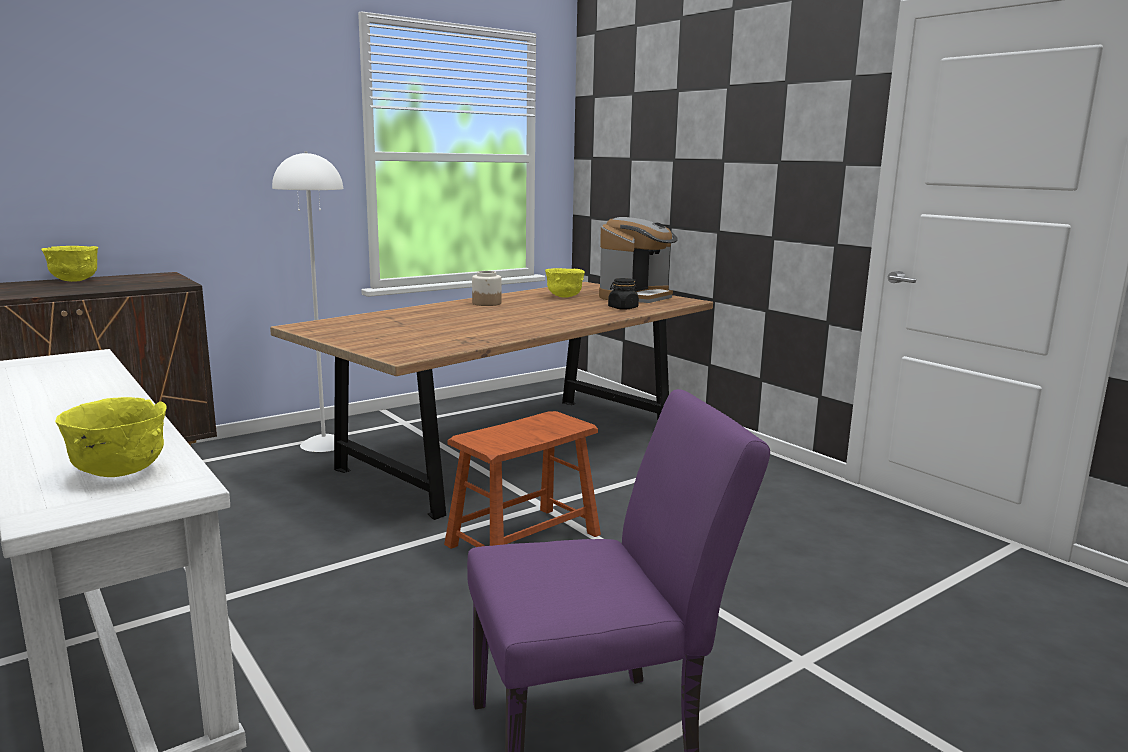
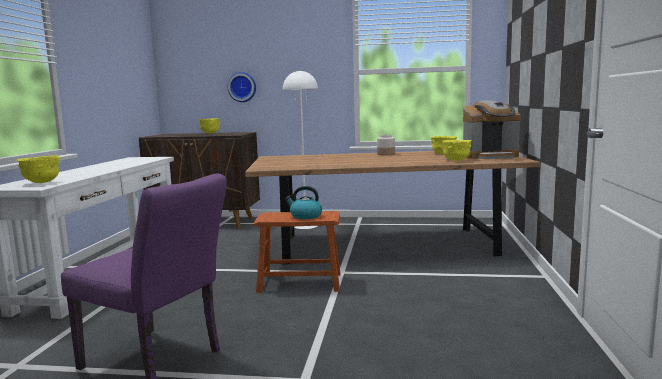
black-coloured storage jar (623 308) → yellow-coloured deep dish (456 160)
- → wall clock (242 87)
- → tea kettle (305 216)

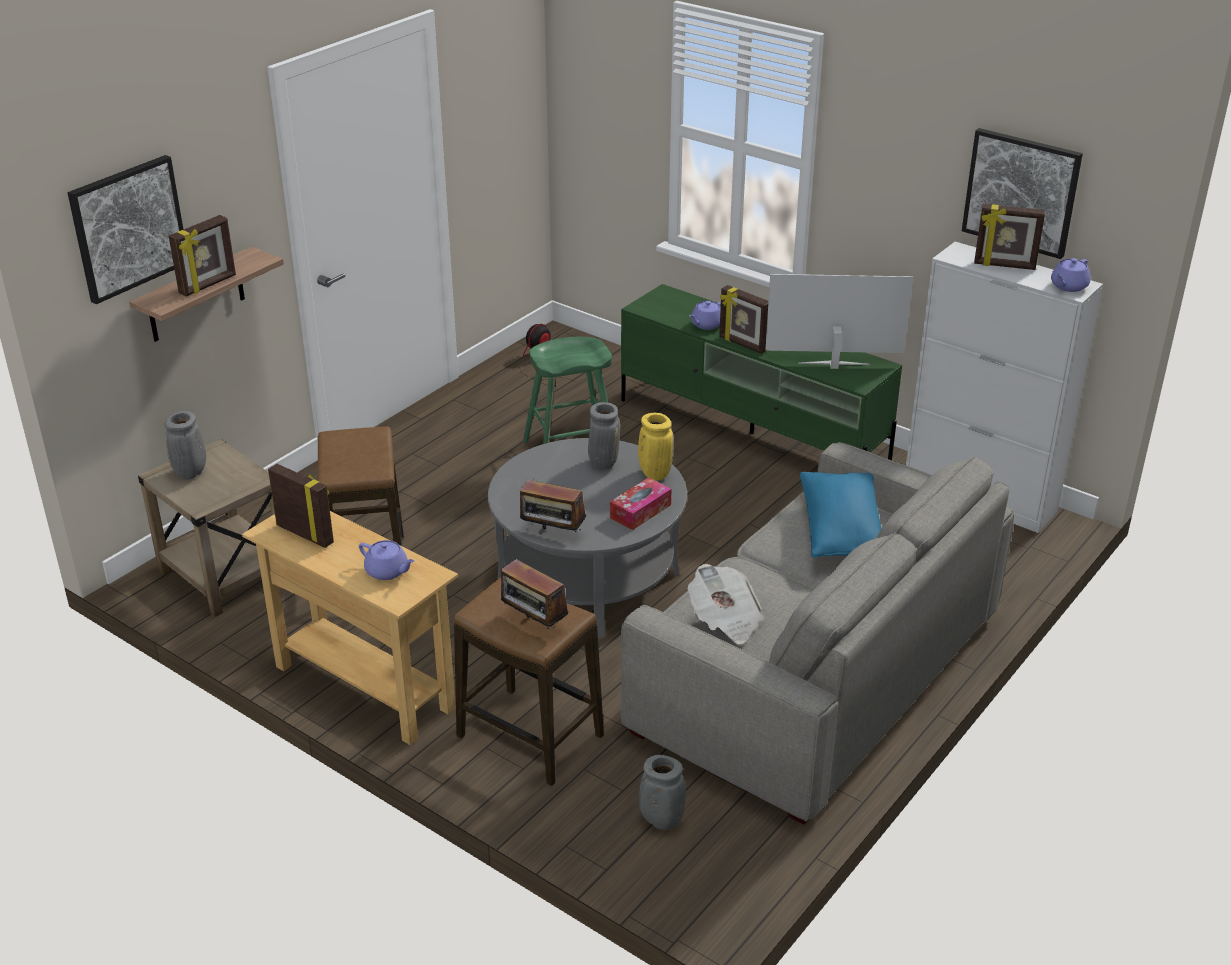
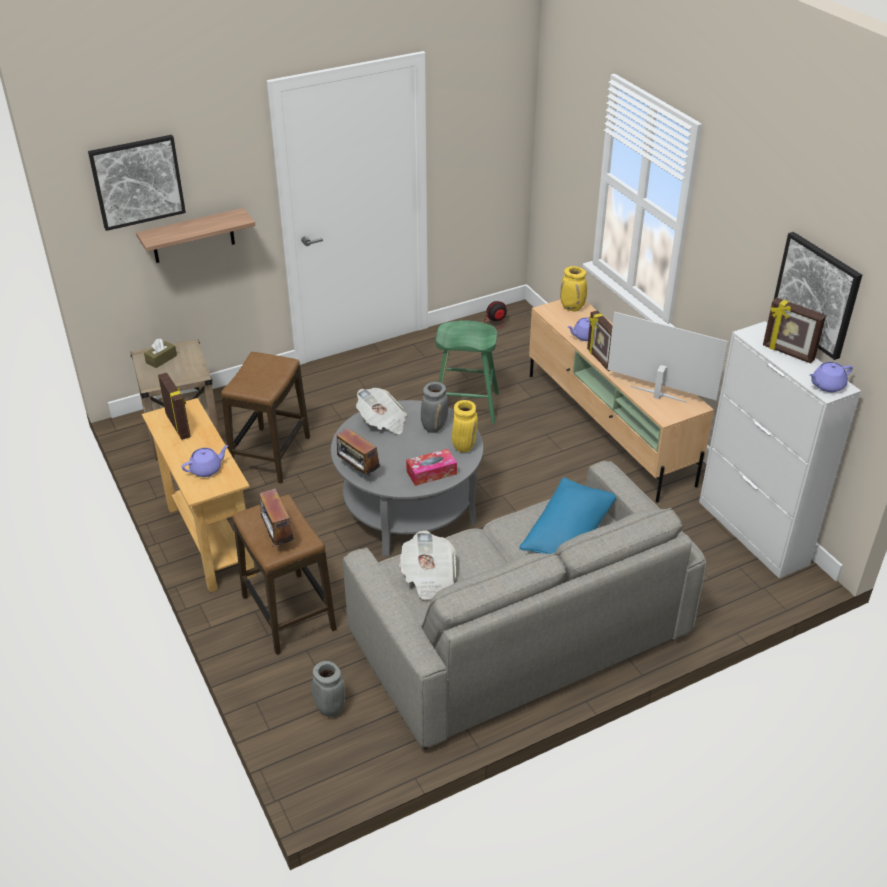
grey vase (191 474) → brown-coloured box of tissues (161 359)
photo frame (208 285) → -
purple-coloured pot for tea (388 571) → purple-coloured pot for tea (207 469), 90 degrees counterclockwise
green-coloured tv unit (752 433) → sand-coloured tv unit (608 429)
- → newspaper (382 422)
- → yellow-coloured vase (572 308)

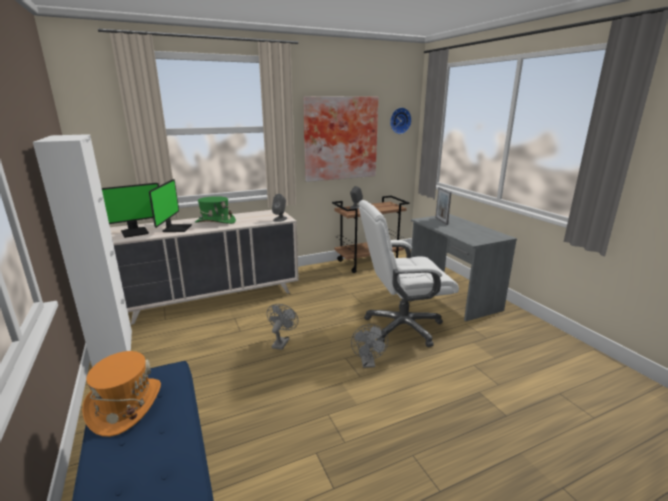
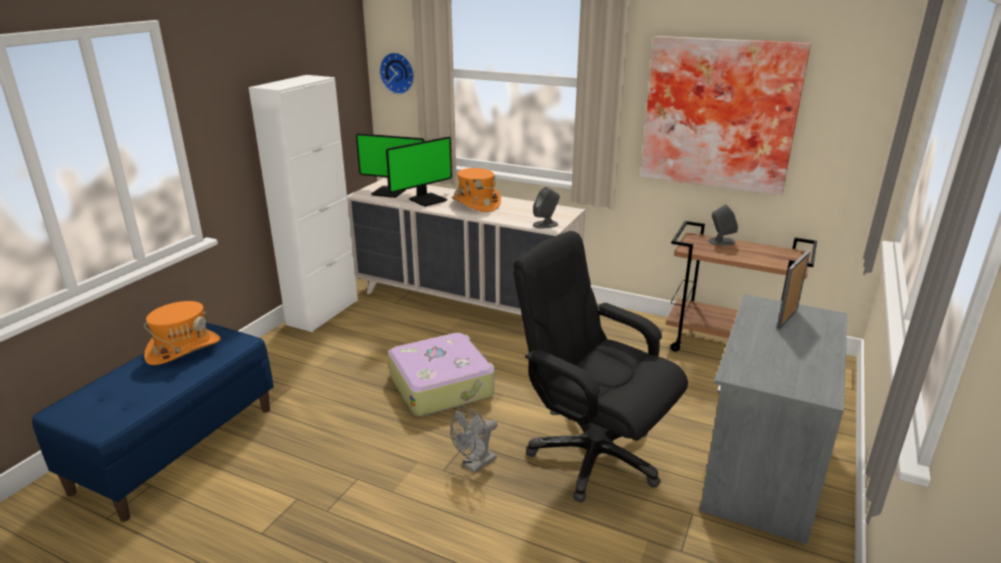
green-coloured clothing hat (215 222) → orange clothing hat (476 204)
grey electric fan (281 342) → travel case (442 385)
white computer chair (402 327) → black-coloured computer chair (593 455)
wall clock (399 120) → wall clock (398 73), moved

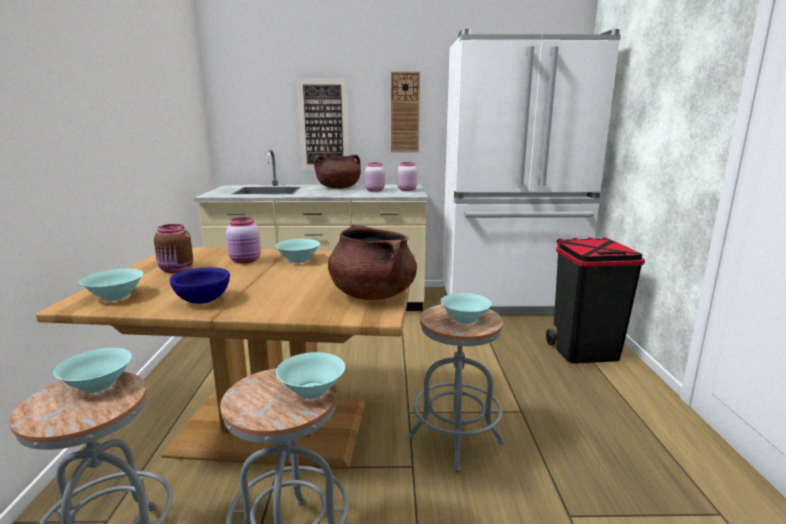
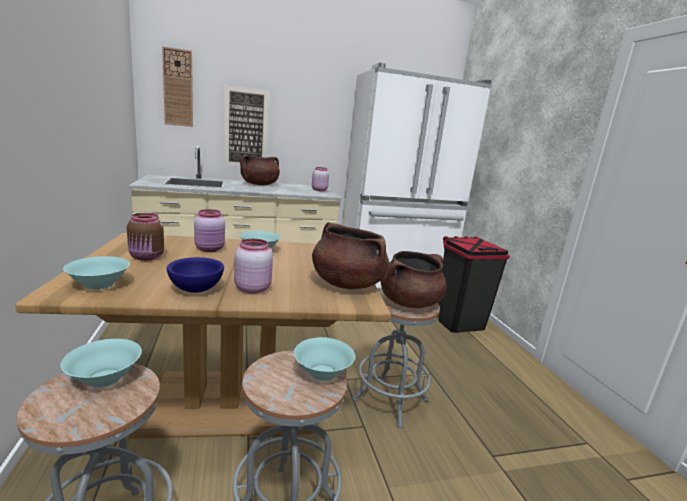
pink storage jar (375 190) → pink storage jar (252 288), moved
wall clock (405 112) → wall clock (178 88), moved
turquoise-coloured deep dish (465 319) → brown-coloured saucepot (409 303)

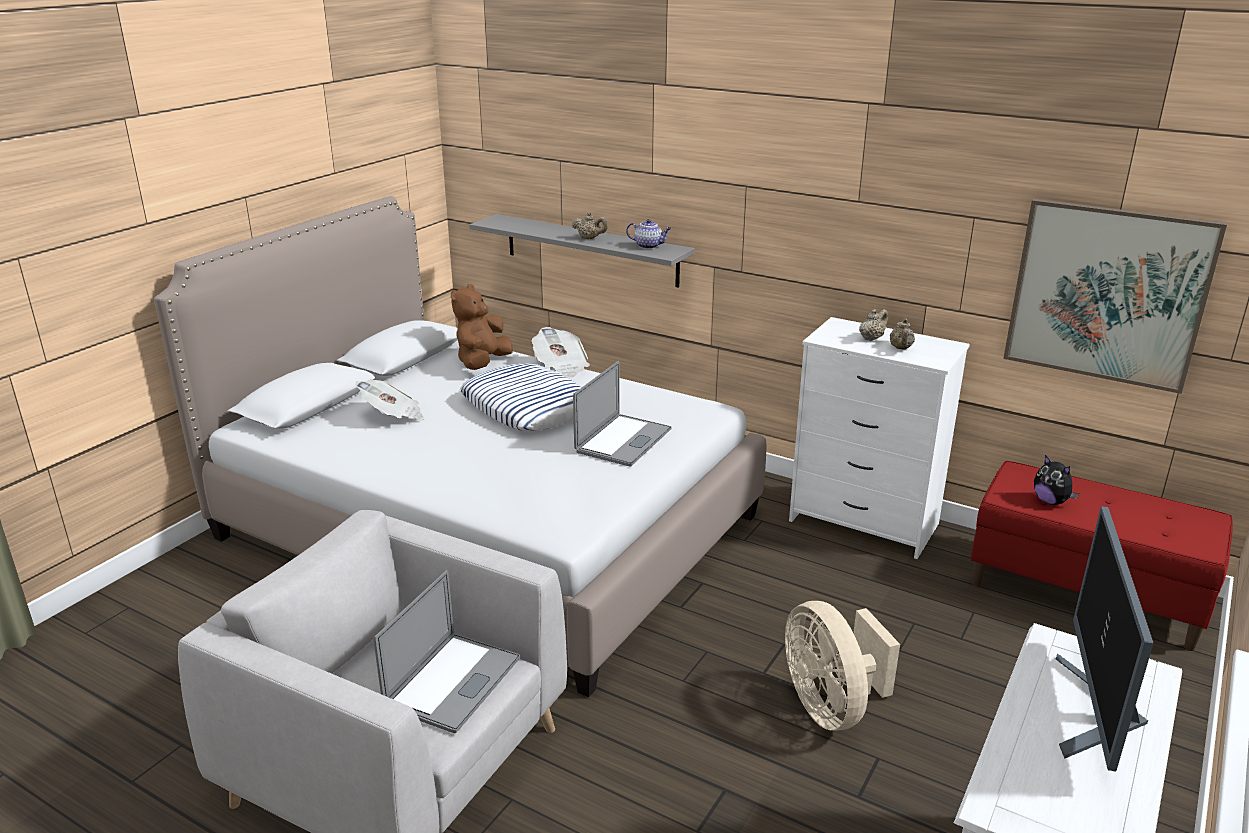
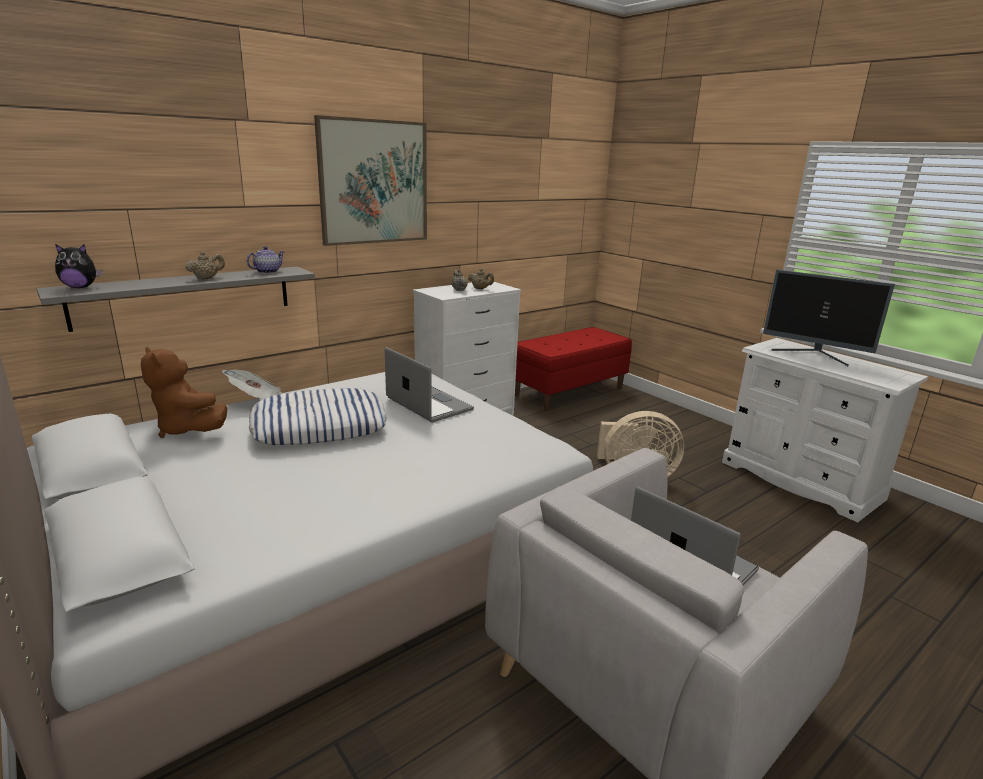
newspaper (393 416) → -
picture (1107 294) → picture (374 182), moved
soft toy (1051 501) → soft toy (80 287), moved

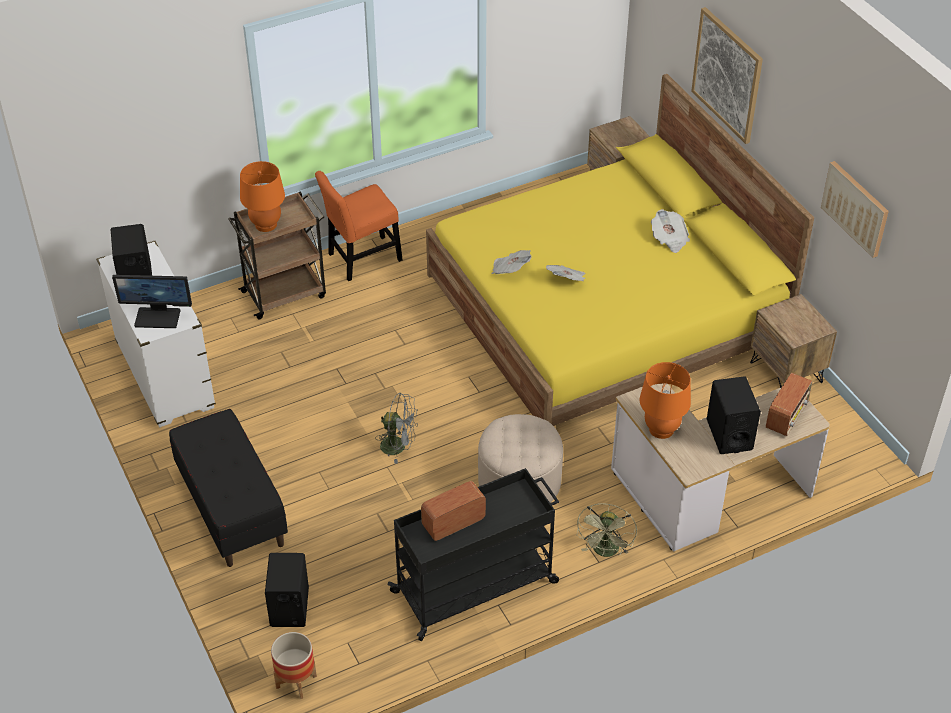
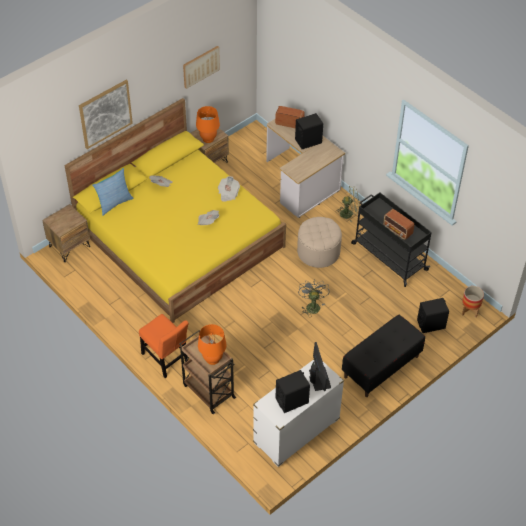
newspaper (510 270) → newspaper (228 193), moved
orange table lamp (661 429) → orange table lamp (208 139), moved
- → pillow (114 203)

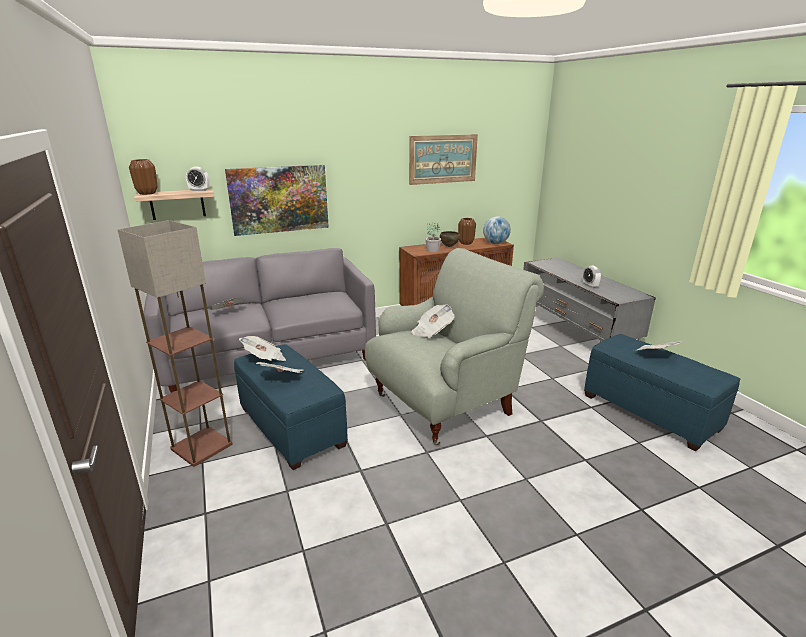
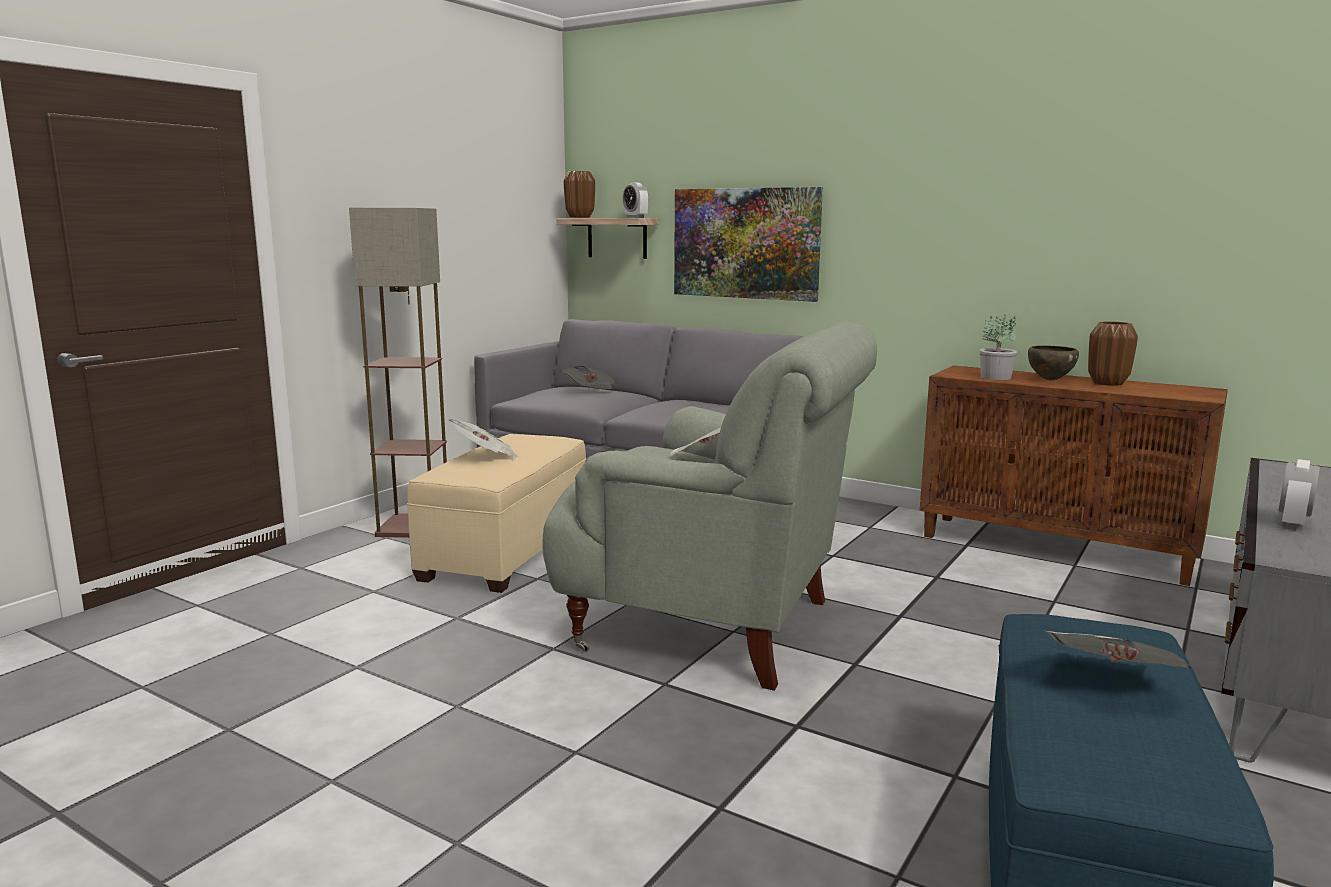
blue ottoman (290 427) → sand-coloured ottoman (506 551)
newspaper (265 359) → -
picture (443 159) → -
globe (495 243) → -

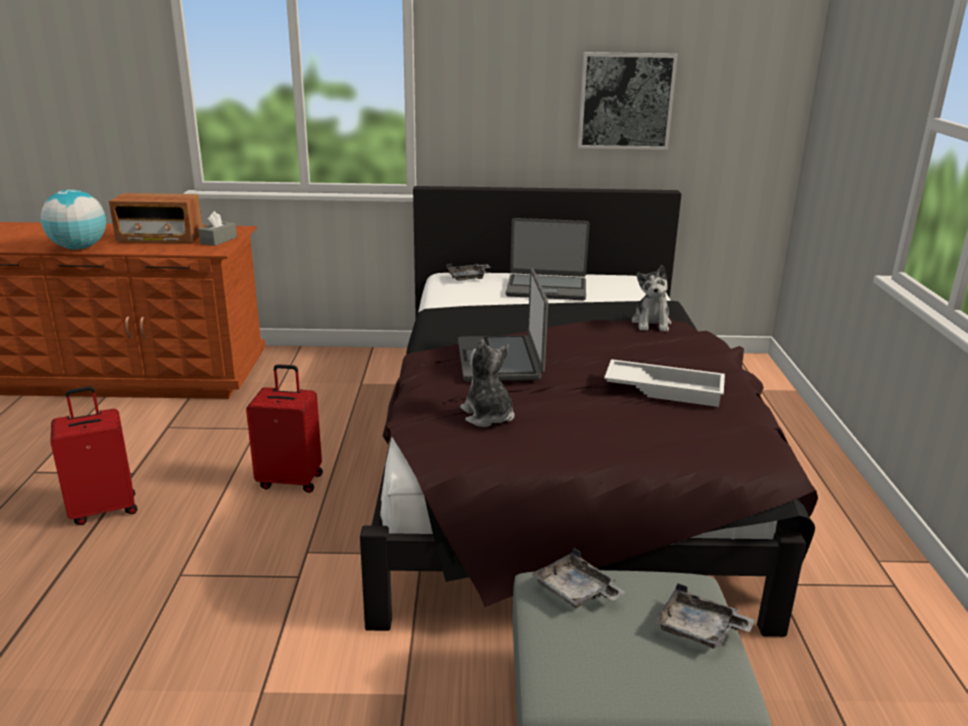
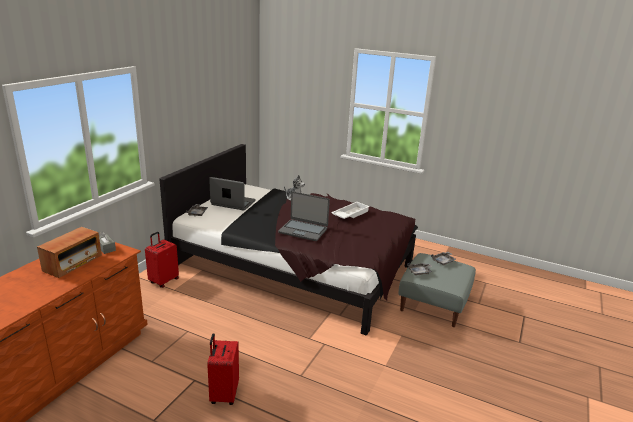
globe (79 248) → -
reddish travel case (291 480) → reddish travel case (163 281), moved
soft toy (488 416) → -
notebook computer (546 288) → notebook computer (233 203), 105 degrees counterclockwise
picture (625 101) → -

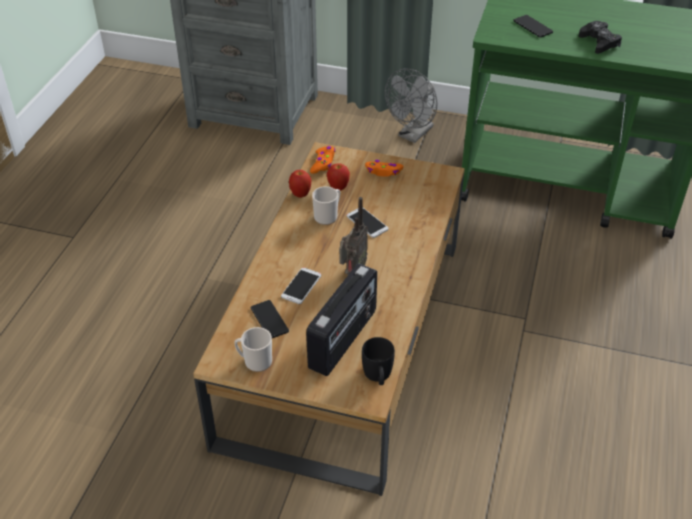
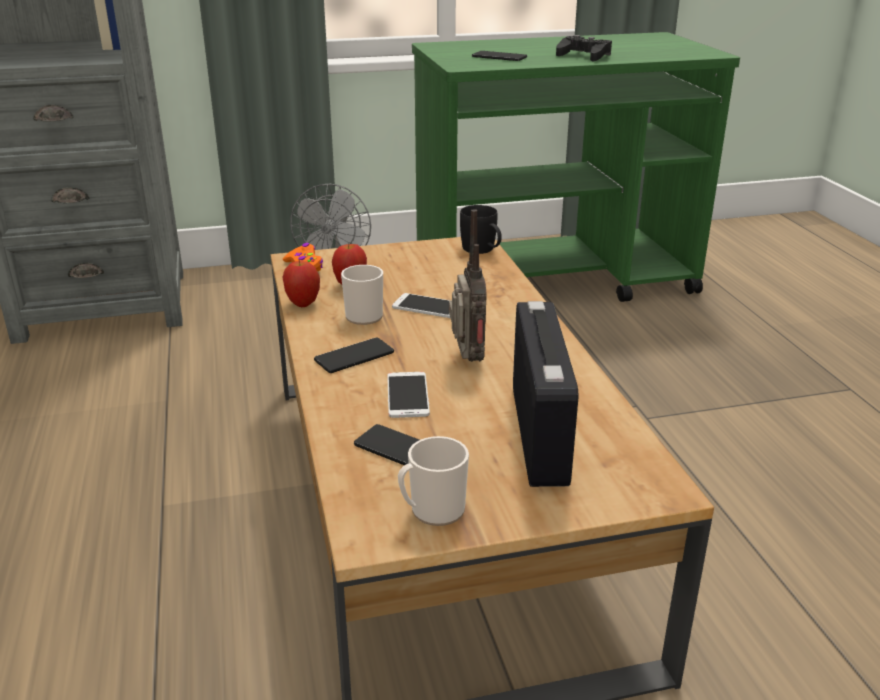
black-coloured mug (378 376) → black-coloured mug (482 250), moved
orange game controller (383 171) → -
- → handset (354 356)

